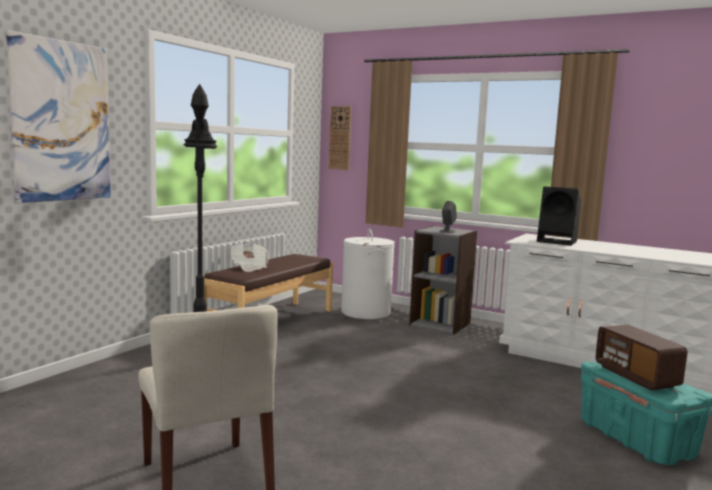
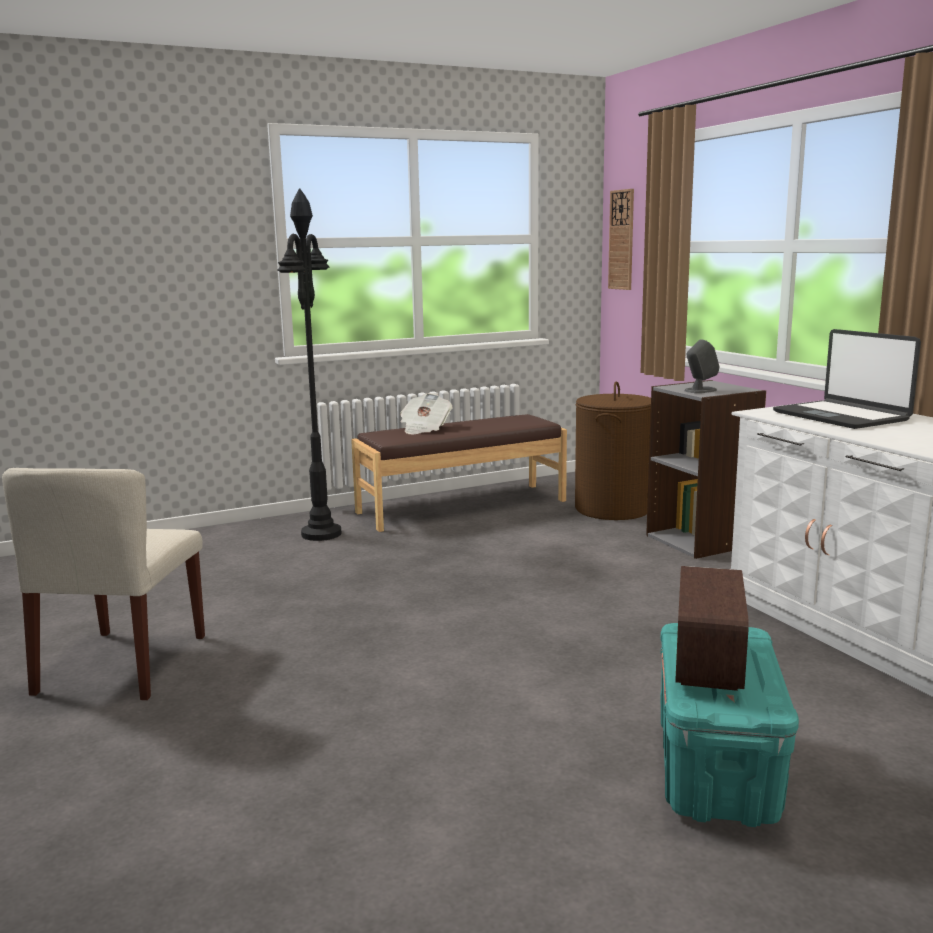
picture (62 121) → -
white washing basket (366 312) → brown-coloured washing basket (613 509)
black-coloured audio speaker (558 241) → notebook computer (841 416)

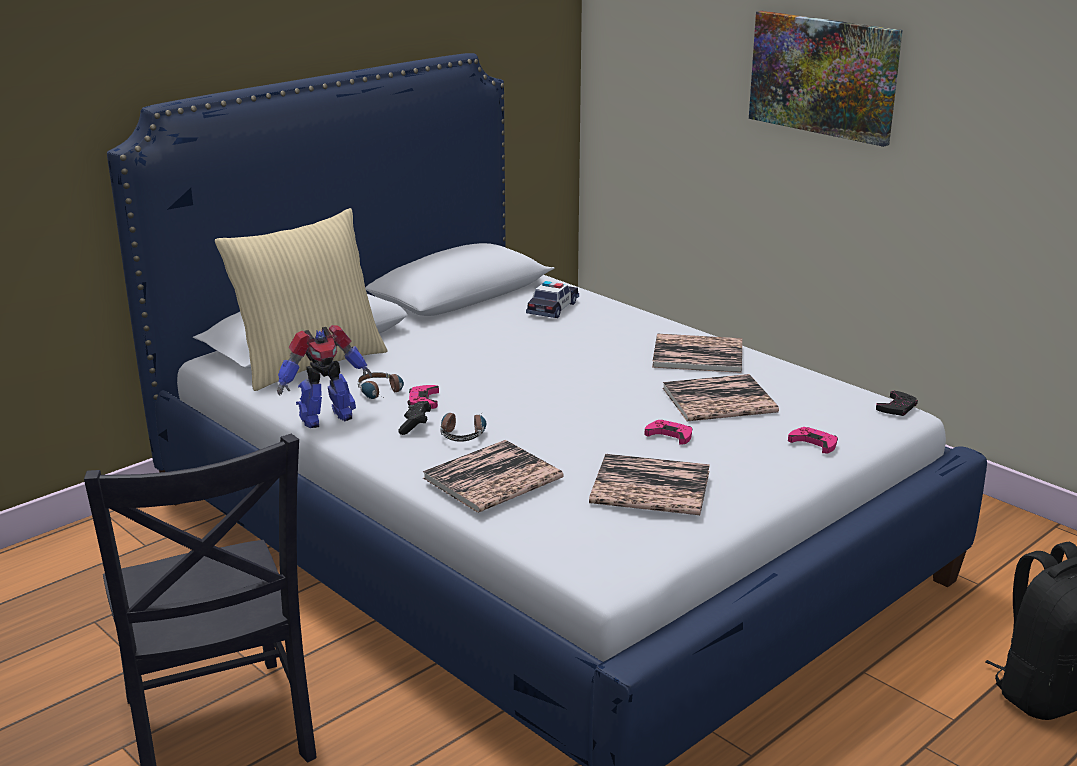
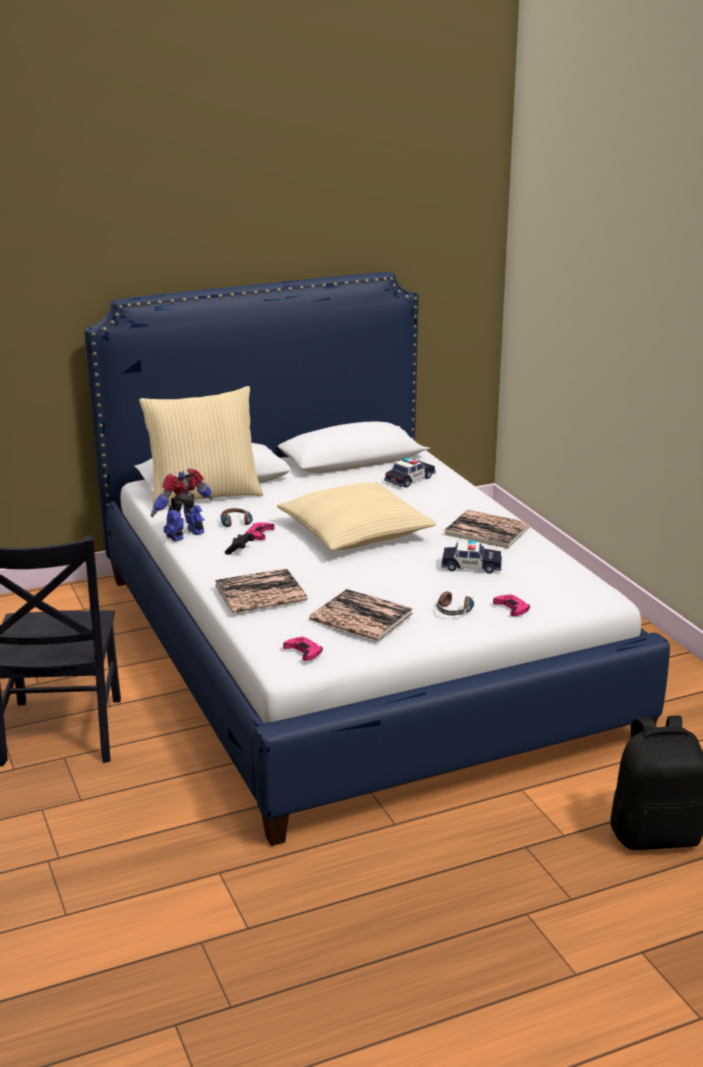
toy robot (325 417) → toy robot (186 535), 150 degrees clockwise
headset (463 432) → headset (455 608), moved
pink game controller (669 435) → pink game controller (303 651), moved
bound book (719 400) → toy car (471 566)
picture (824 76) → -
black-coloured game controller (897 407) → -
- → sand-coloured pillow (355 532)

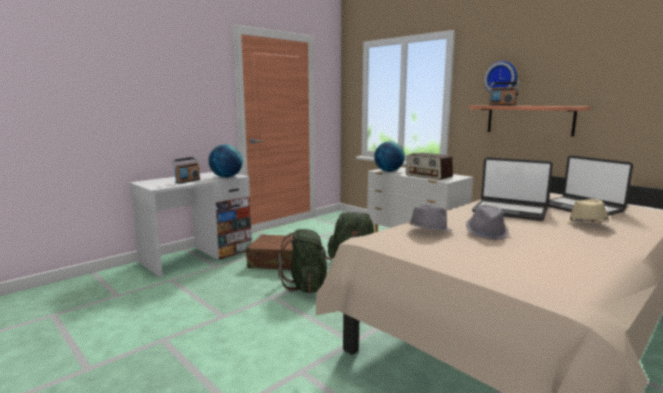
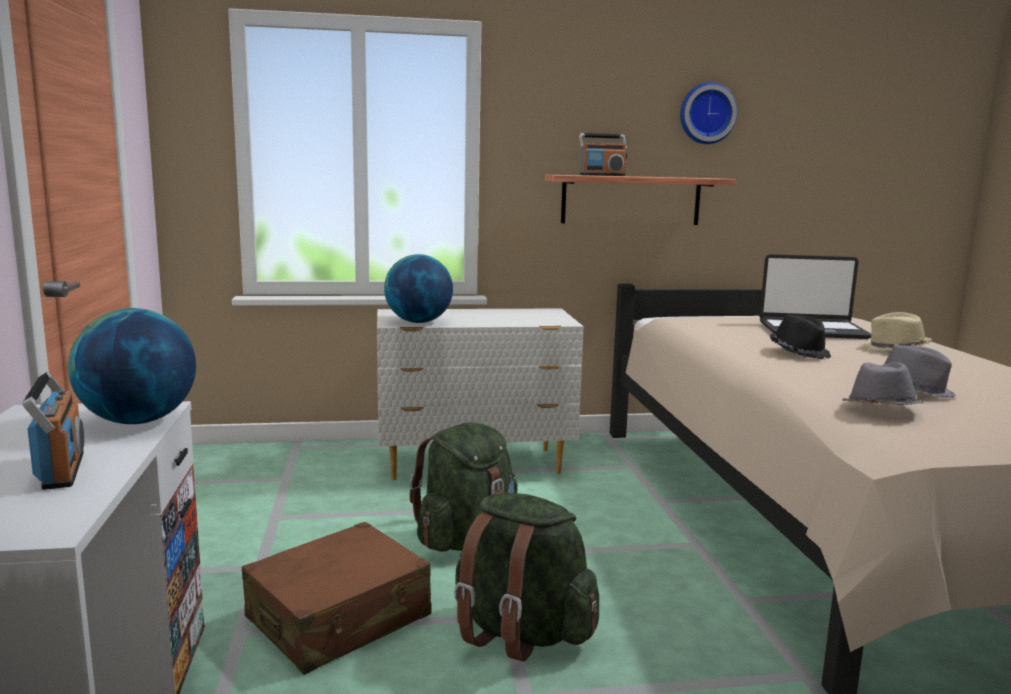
radio set (428 176) → -
notebook computer (509 211) → black-coloured clothing hat (799 352)
wall clock (501 78) → wall clock (706 113), moved

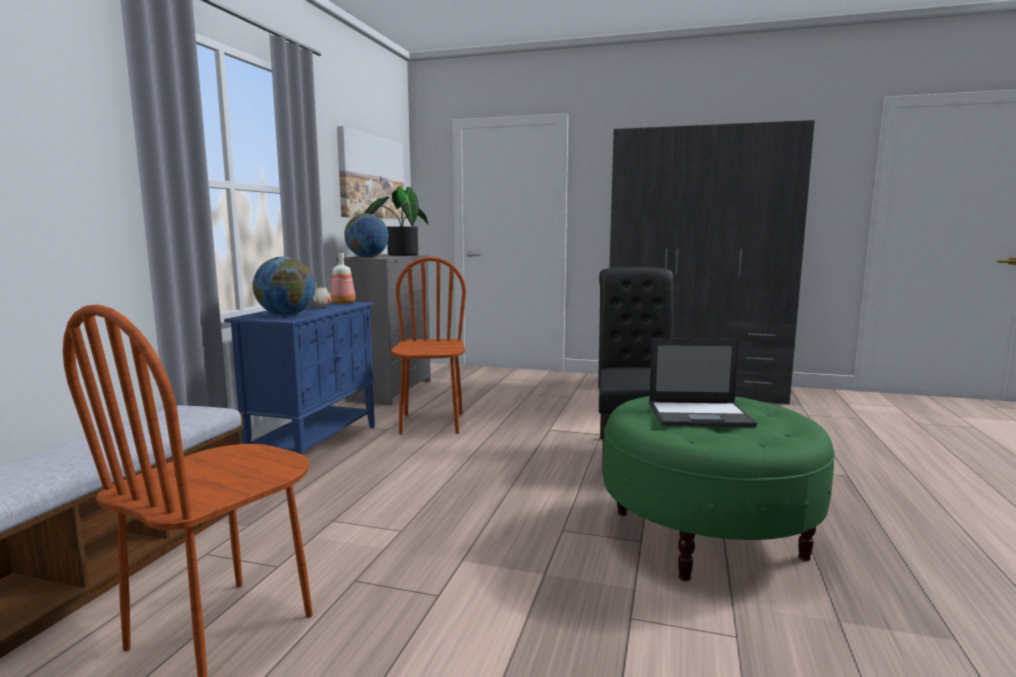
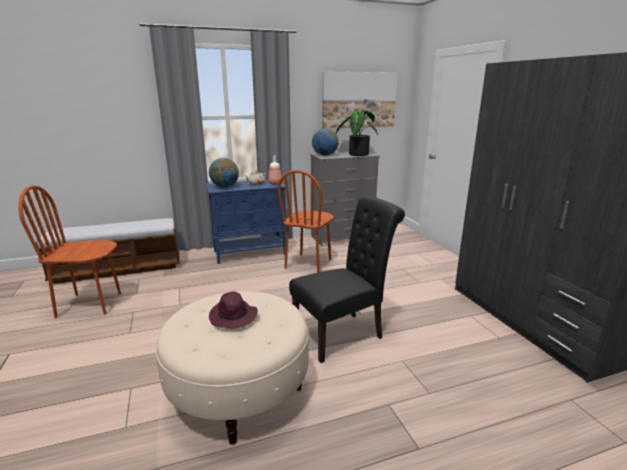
brown-coloured upright chair (431 423) → brown-coloured upright chair (308 264), 150 degrees clockwise
green-coloured ottoman (706 533) → sand-coloured ottoman (239 392)
notebook computer (700 415) → purple-coloured clothing hat (233 317)

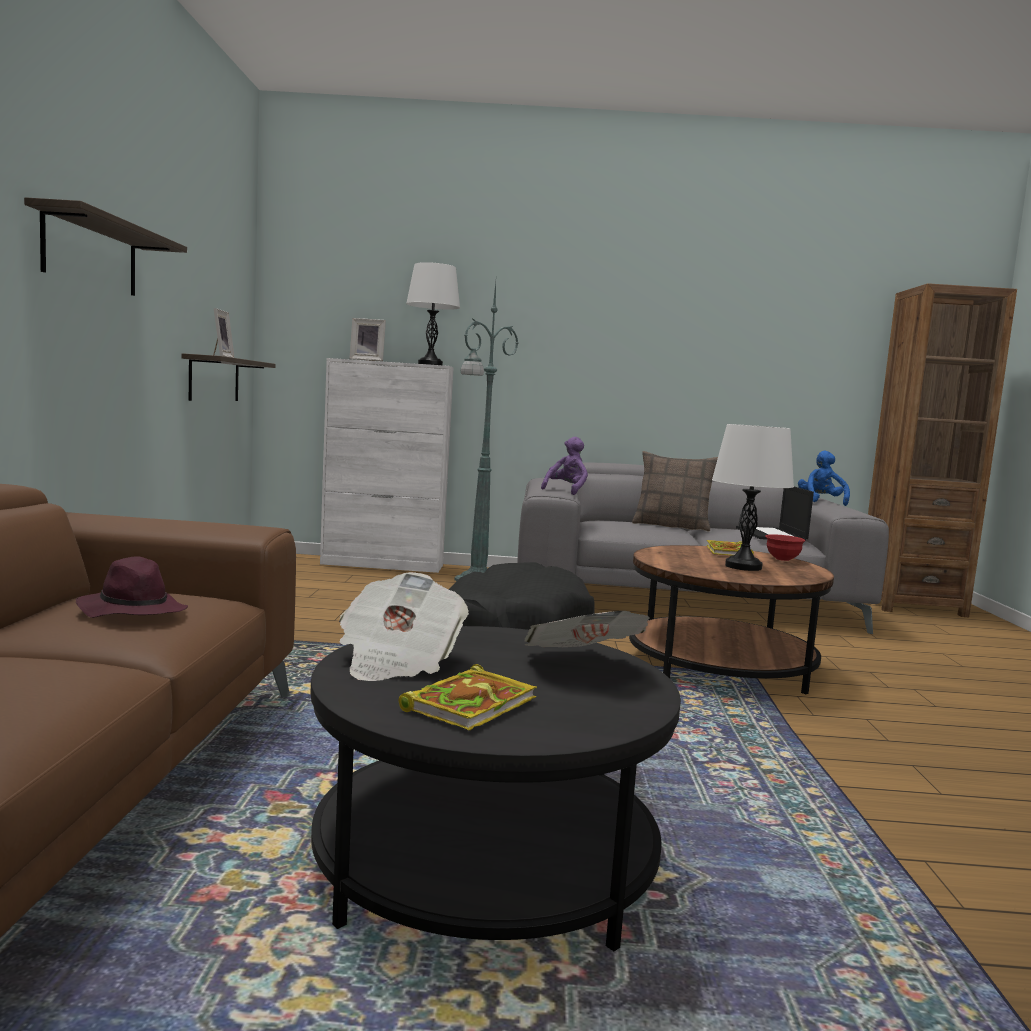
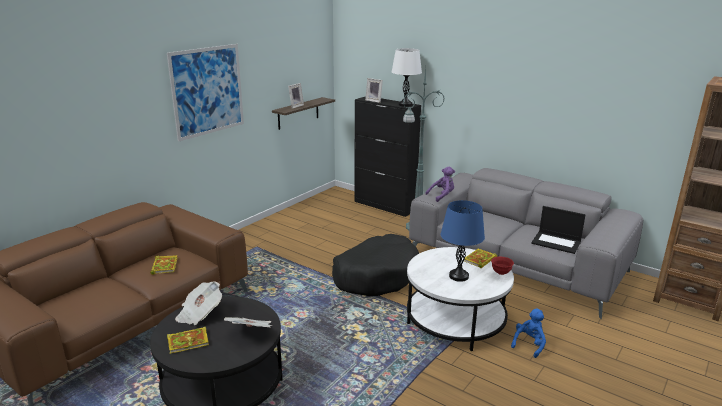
wall shelf (91 254) → picture (207 91)
purple-coloured clothing hat (132 611) → bound book (164 266)
white cupboard (383 565) → black-coloured cupboard (384 206)
brown-coloured lounge table (720 665) → white lounge table (455 320)
pillow (672 526) → -
white table lamp (743 567) → blue table lamp (458 276)
notebook computer (771 534) → notebook computer (556 242), 90 degrees counterclockwise
blue soft toy (821 502) → blue soft toy (529 344), moved

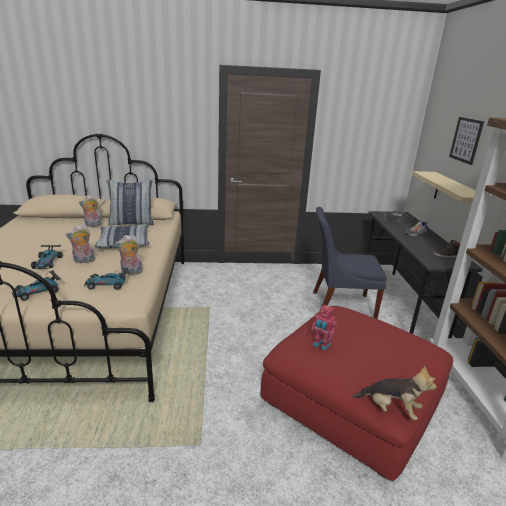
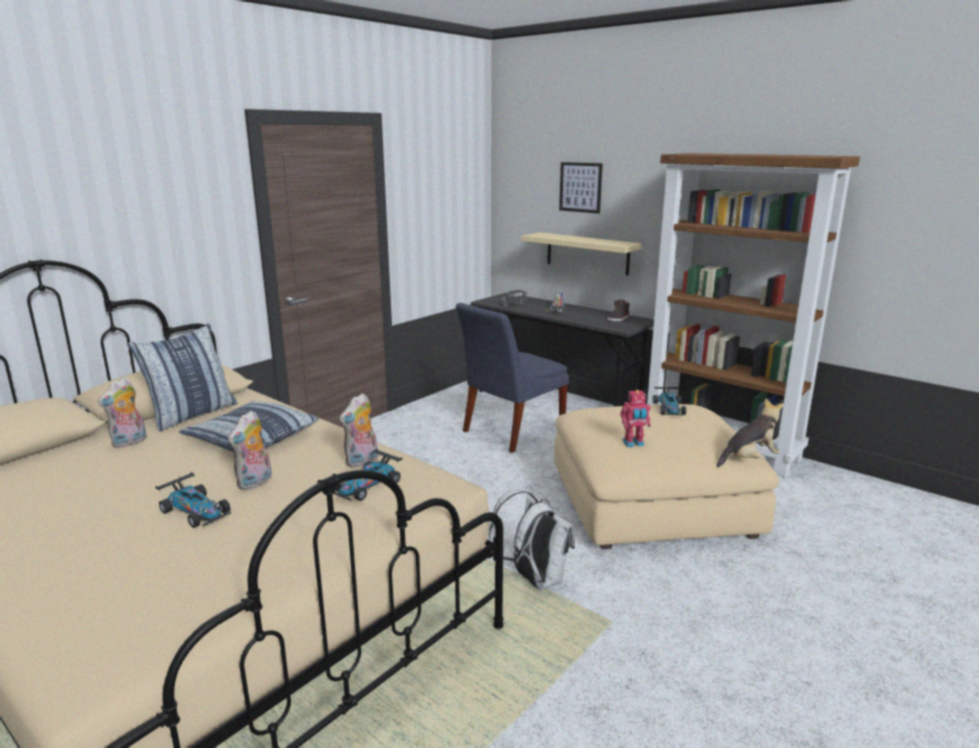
toy car (38 291) → toy car (669 408), moved
reddish ottoman (352 398) → sand-coloured ottoman (652 501)
- → white rucksack (534 578)

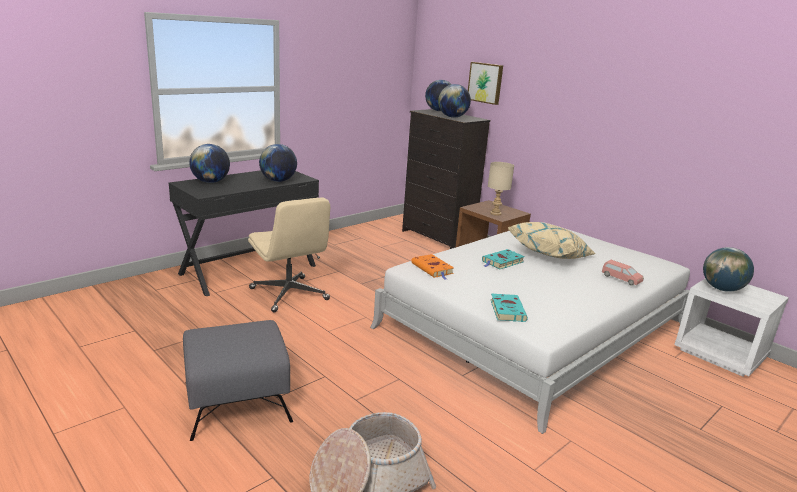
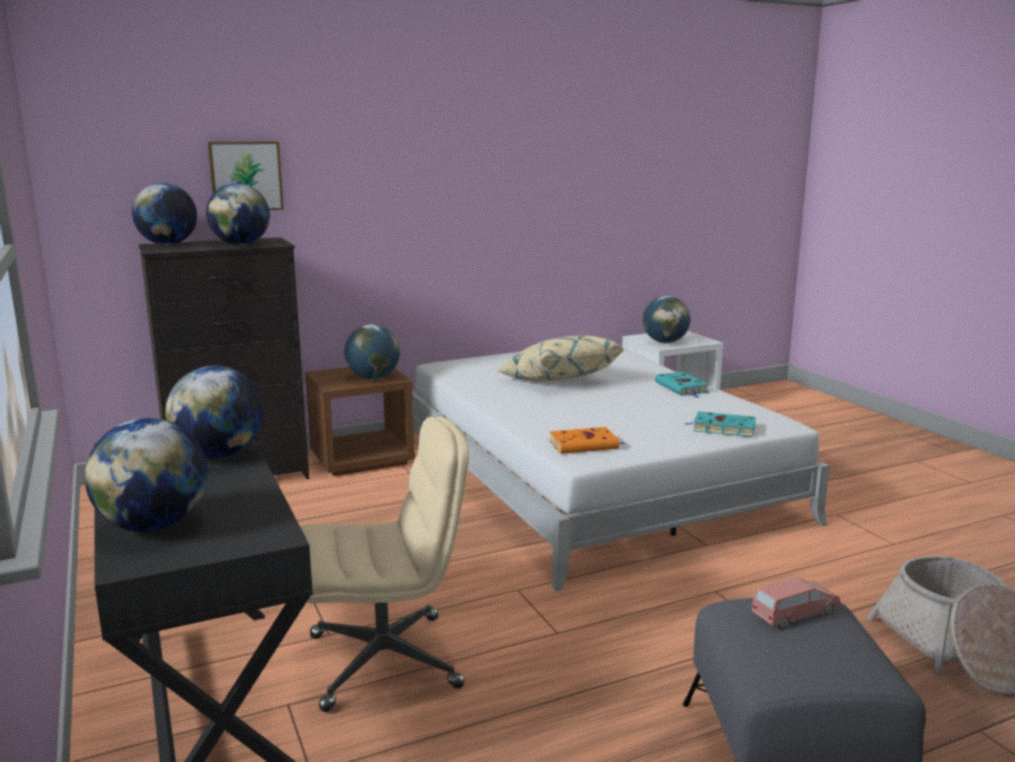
turquoise-coloured bound book (502 262) → turquoise-coloured bound book (682 388), moved
sand-coloured table lamp (495 213) → globe (373 378)
pink toy car (621 279) → pink toy car (794 614), moved

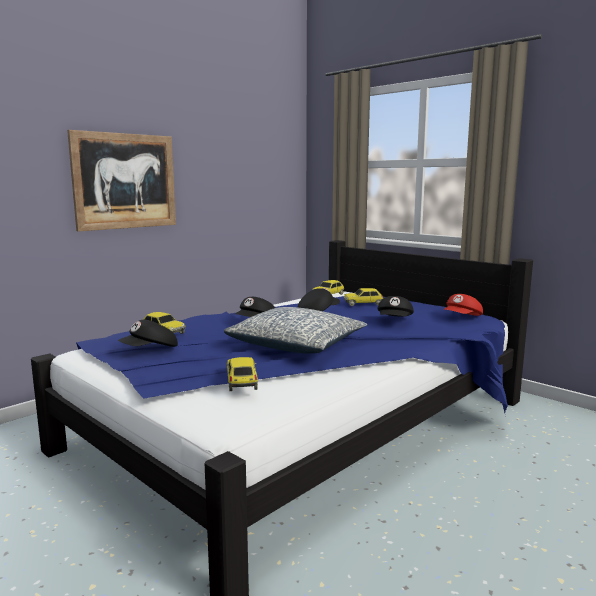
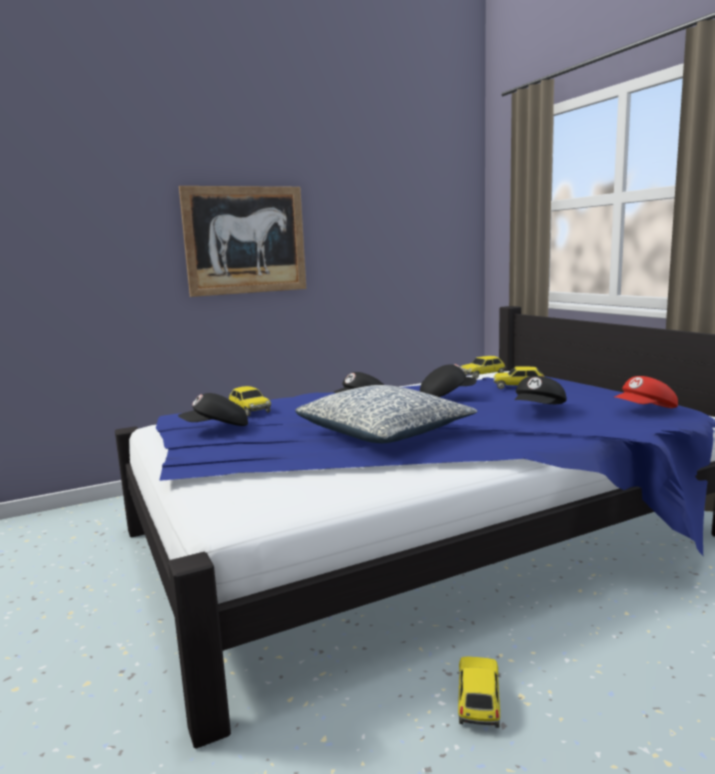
toy car (242 382) → toy car (478 701), moved

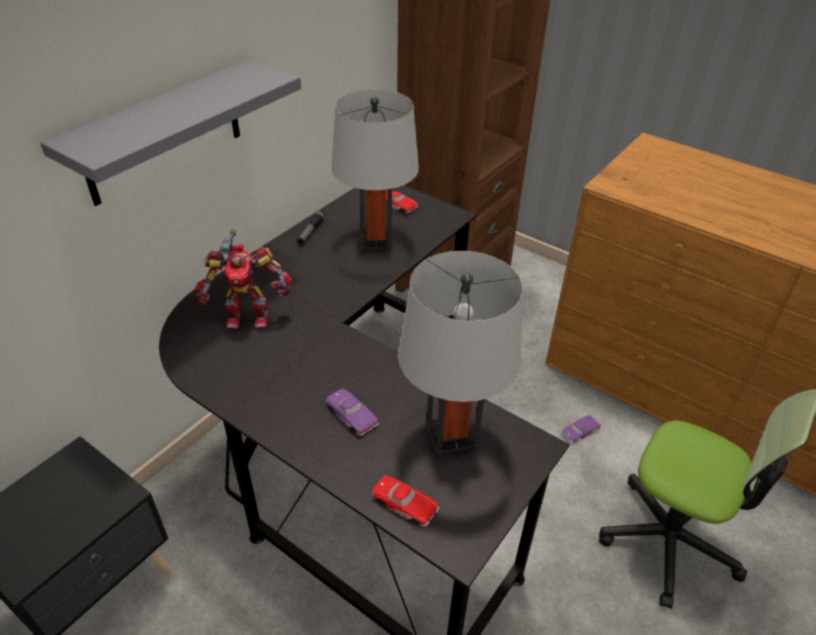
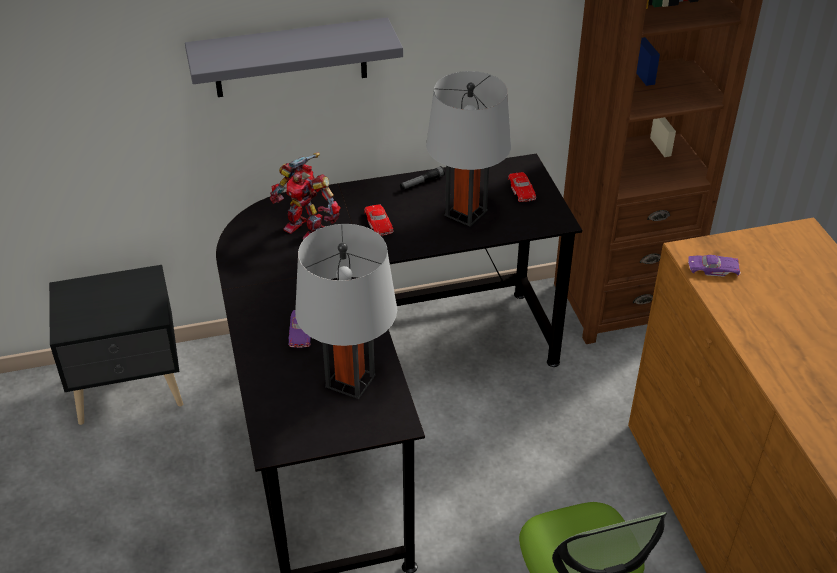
reddish toy car (405 503) → reddish toy car (378 223), moved
purple-coloured toy car (580 431) → purple-coloured toy car (713 269), moved

